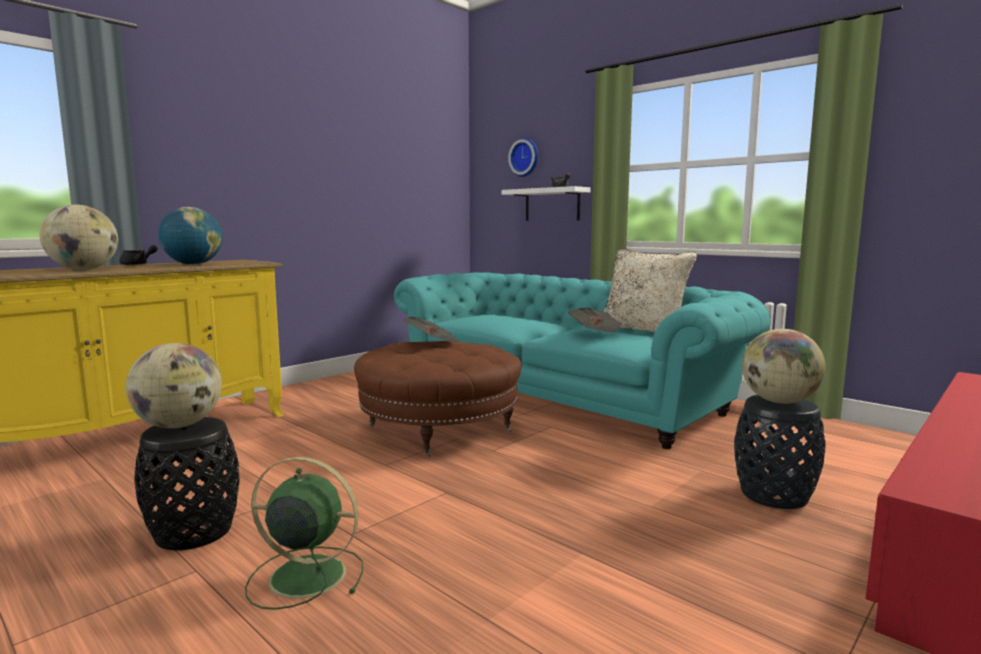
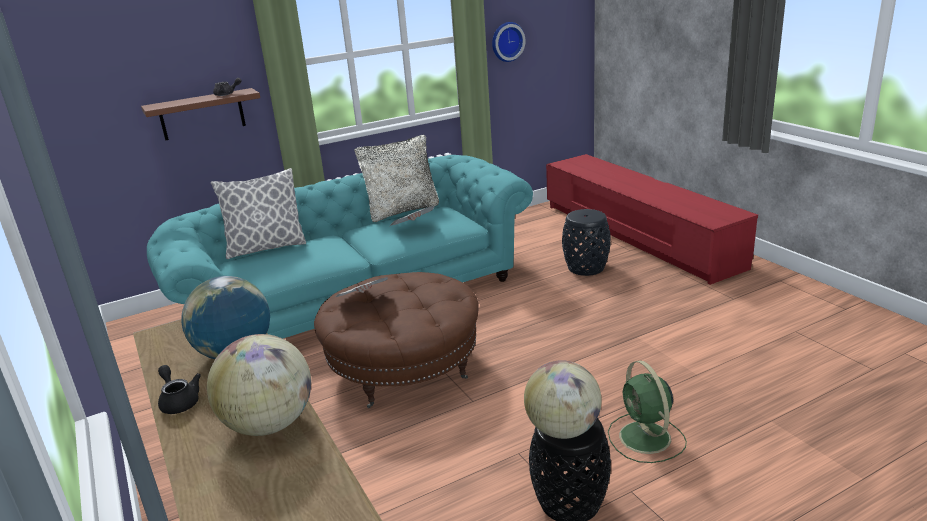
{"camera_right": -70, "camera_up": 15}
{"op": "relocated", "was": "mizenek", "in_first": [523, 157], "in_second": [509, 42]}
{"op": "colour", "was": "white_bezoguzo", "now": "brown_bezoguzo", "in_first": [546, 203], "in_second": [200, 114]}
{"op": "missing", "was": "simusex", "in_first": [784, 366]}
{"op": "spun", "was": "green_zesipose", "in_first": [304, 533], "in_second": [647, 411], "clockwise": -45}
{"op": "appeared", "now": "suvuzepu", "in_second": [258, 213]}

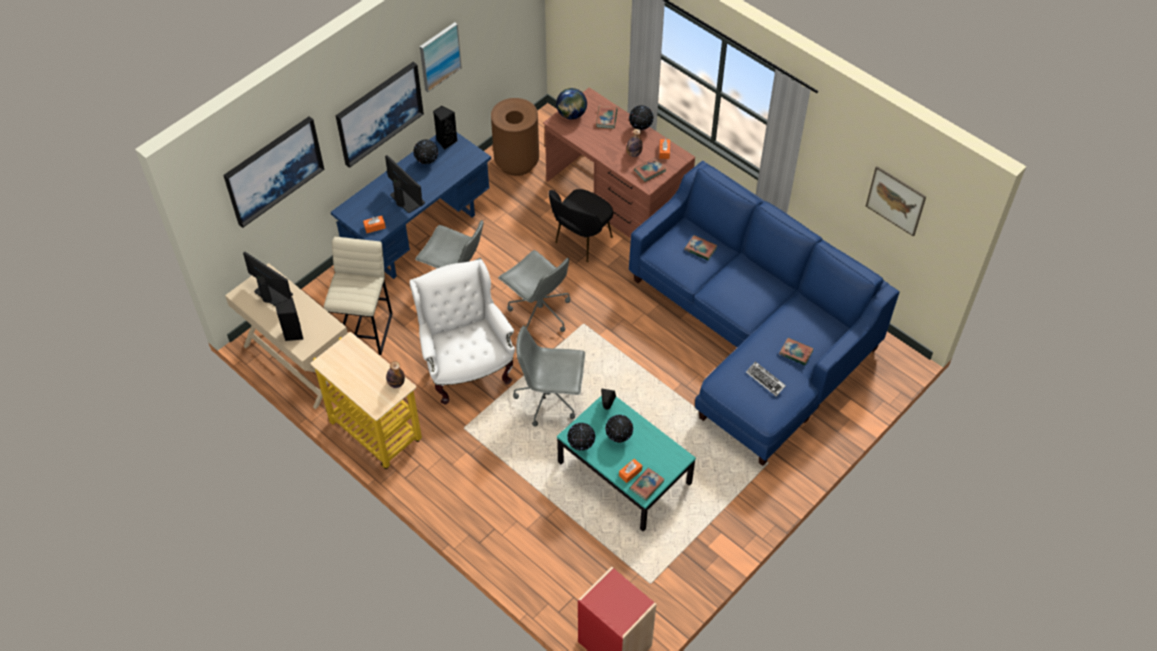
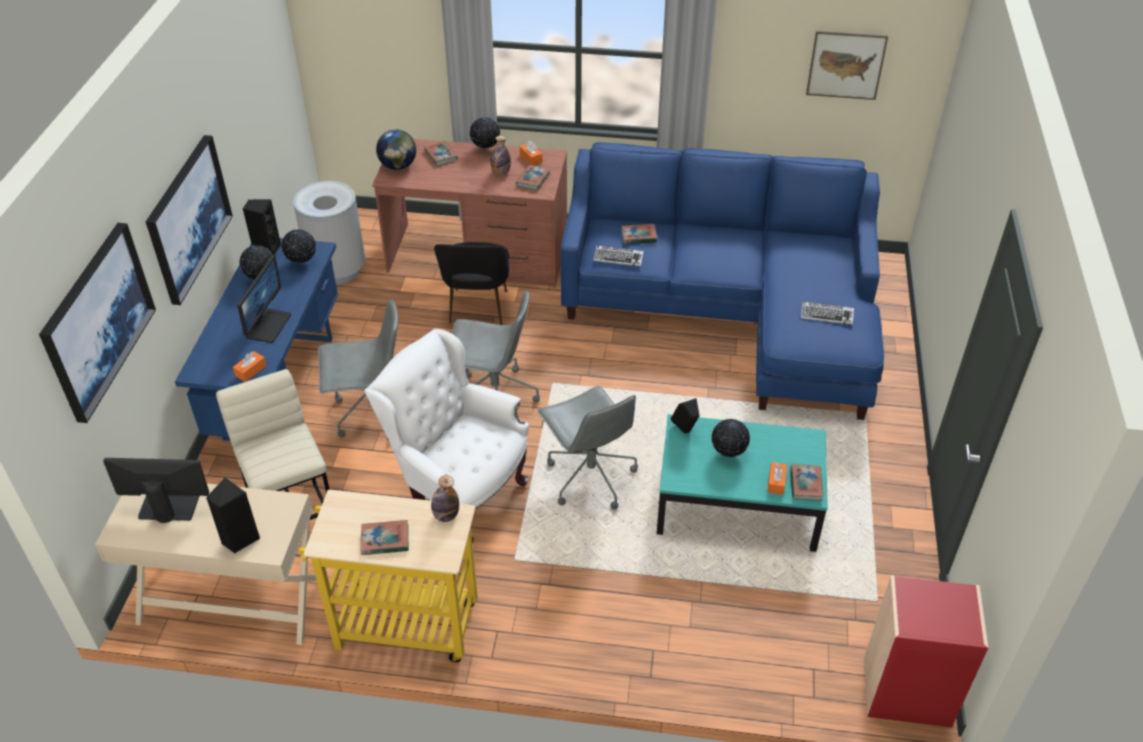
{"camera_right": -35, "camera_up": -10}
{"op": "missing", "was": "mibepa", "in_first": [441, 57]}
{"op": "colour", "was": "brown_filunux", "now": "grey_filunux", "in_first": [515, 137], "in_second": [329, 233]}
{"op": "spun", "was": "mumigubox", "in_first": [405, 184], "in_second": [264, 299], "clockwise": 90}
{"op": "spun", "was": "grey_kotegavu", "in_first": [549, 376], "in_second": [587, 447], "clockwise": -90}
{"op": "relocated", "was": "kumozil", "in_first": [796, 351], "in_second": [384, 537]}
{"op": "relocated", "was": "simusex", "in_first": [581, 437], "in_second": [298, 246]}
{"op": "appeared", "now": "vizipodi", "in_second": [618, 256]}

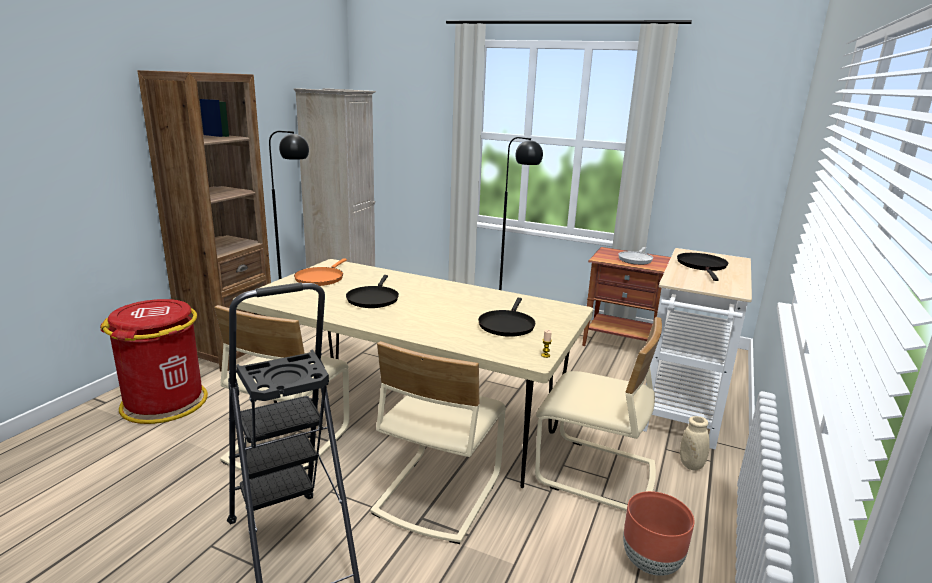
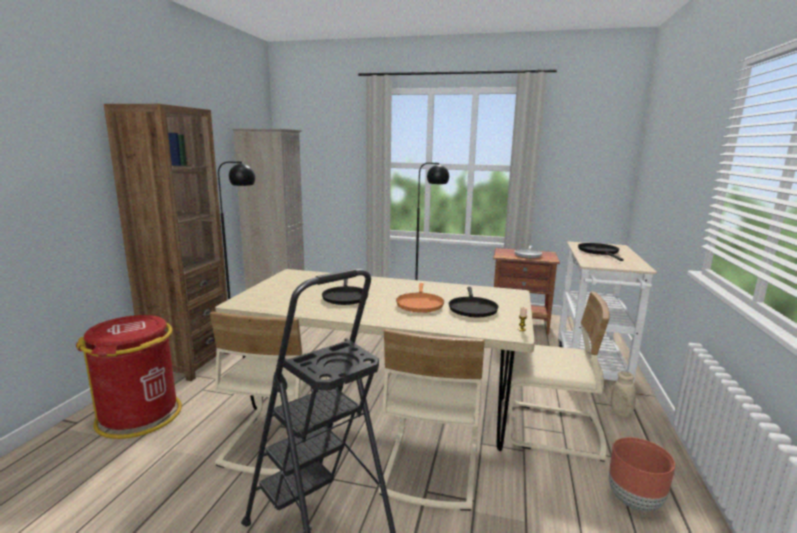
{"camera_right": -10, "camera_up": -5}
{"op": "relocated", "was": "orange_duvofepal", "in_first": [320, 272], "in_second": [420, 298]}

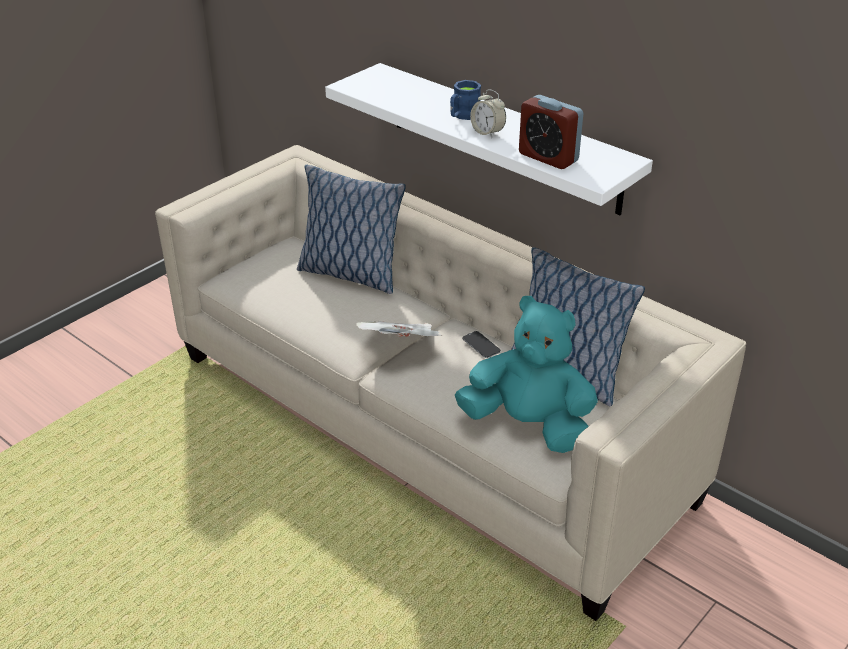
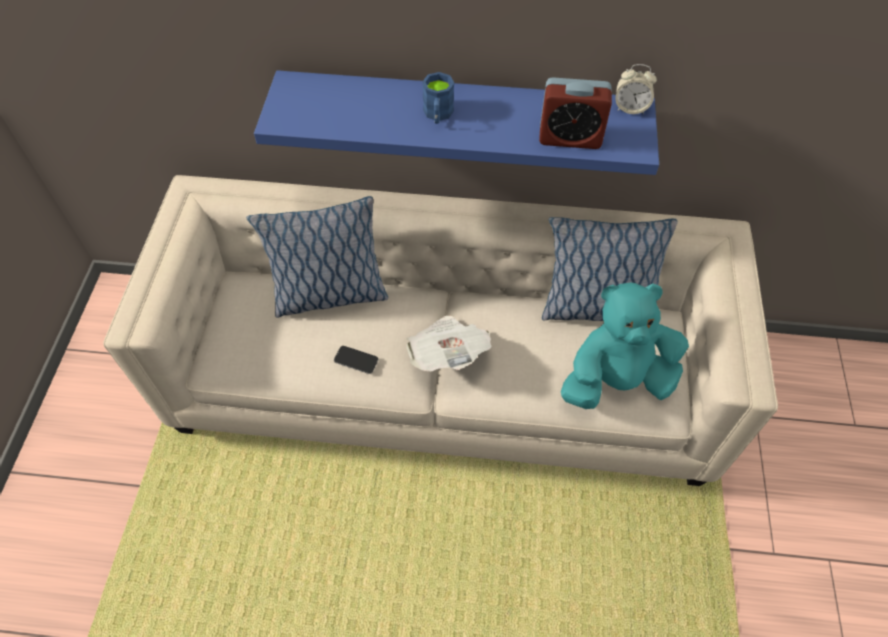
{"camera_right": -35, "camera_up": 20}
{"op": "colour", "was": "white_bezoguzo", "now": "blue_bezoguzo", "in_first": [489, 139], "in_second": [456, 122]}
{"op": "relocated", "was": "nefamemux", "in_first": [488, 113], "in_second": [636, 89]}
{"op": "relocated", "was": "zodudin", "in_first": [481, 344], "in_second": [356, 360]}

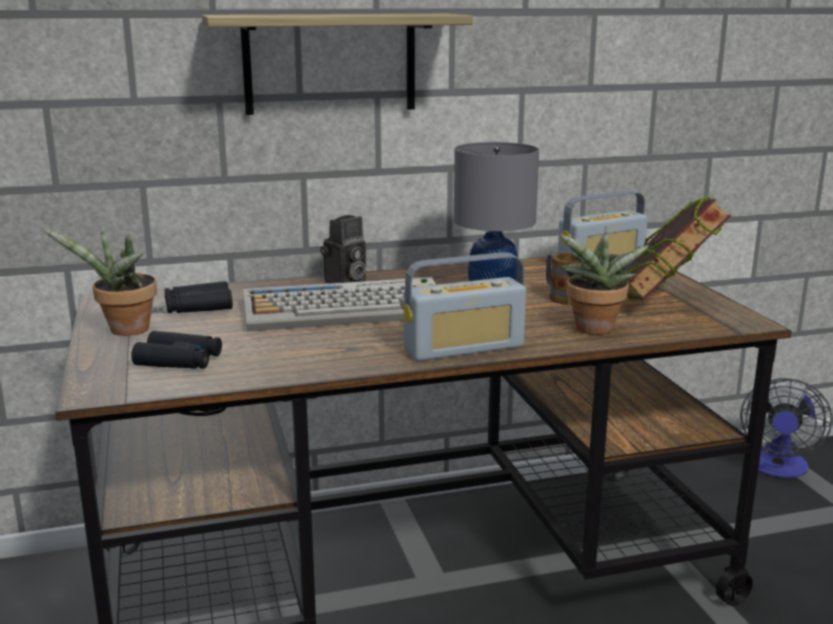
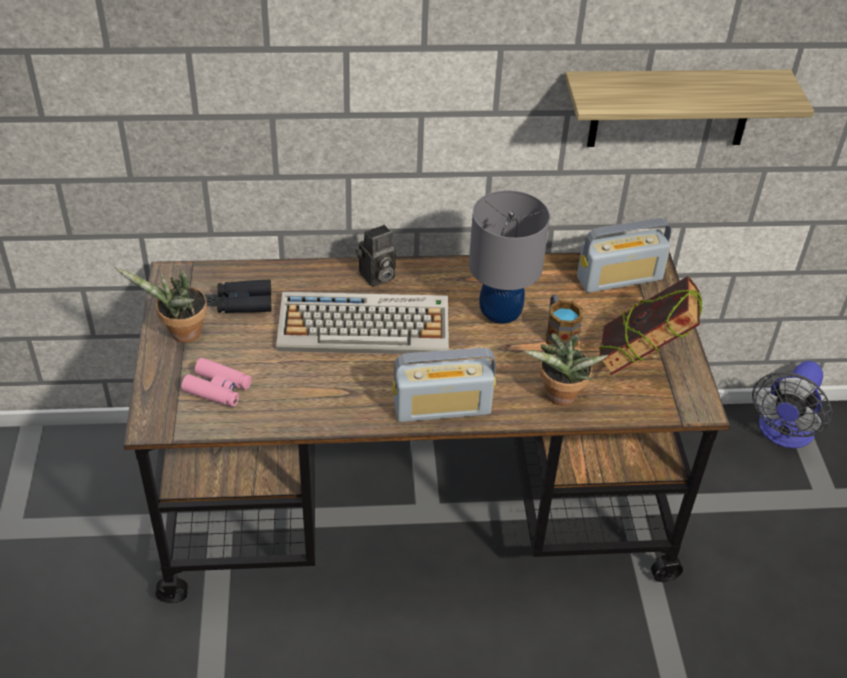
{"camera_right": 10, "camera_up": 25}
{"op": "relocated", "was": "bezoguzo", "in_first": [337, 64], "in_second": [689, 108]}
{"op": "colour", "was": "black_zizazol", "now": "pink_zizazol", "in_first": [176, 350], "in_second": [216, 382]}

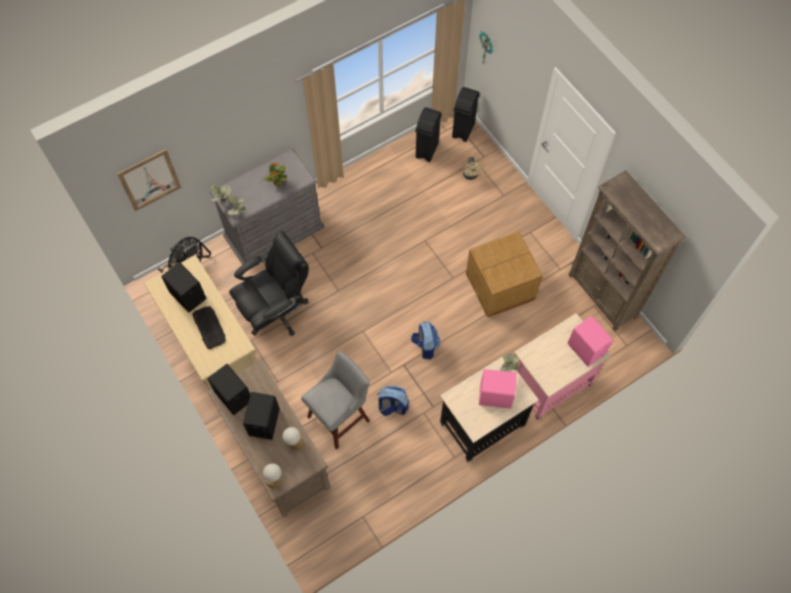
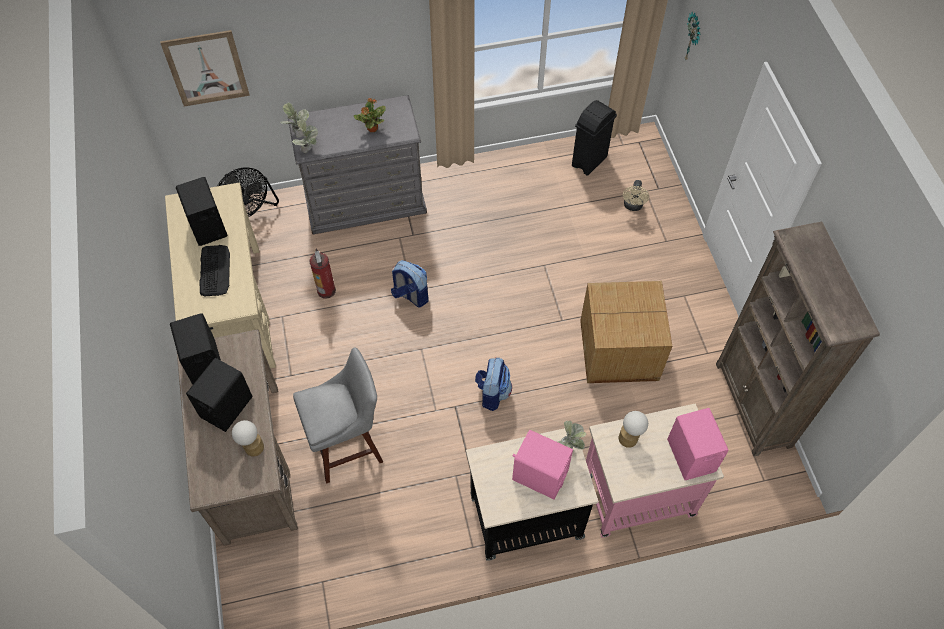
{"camera_right": 20, "camera_up": -5}
{"op": "missing", "was": "black_filunux", "in_first": [466, 114]}
{"op": "exchanged", "was": "black_kotegavu", "now": "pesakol", "in_first": [269, 283], "in_second": [323, 273]}
{"op": "relocated", "was": "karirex", "in_first": [393, 401], "in_second": [409, 283]}
{"op": "relocated", "was": "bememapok", "in_first": [272, 475], "in_second": [633, 429]}

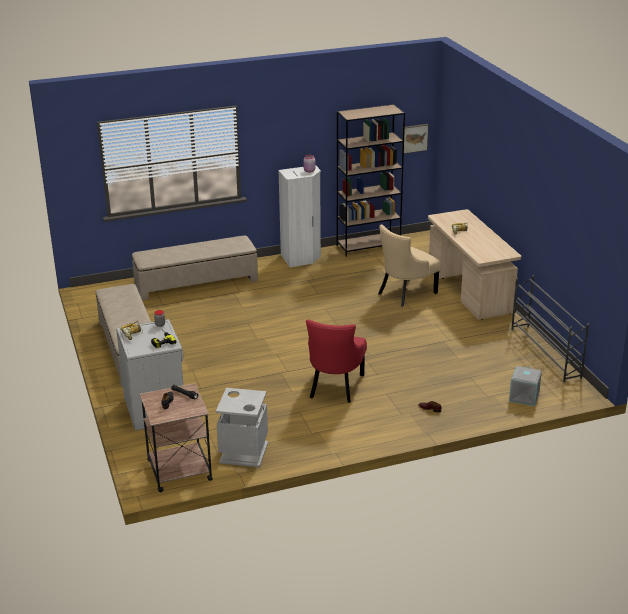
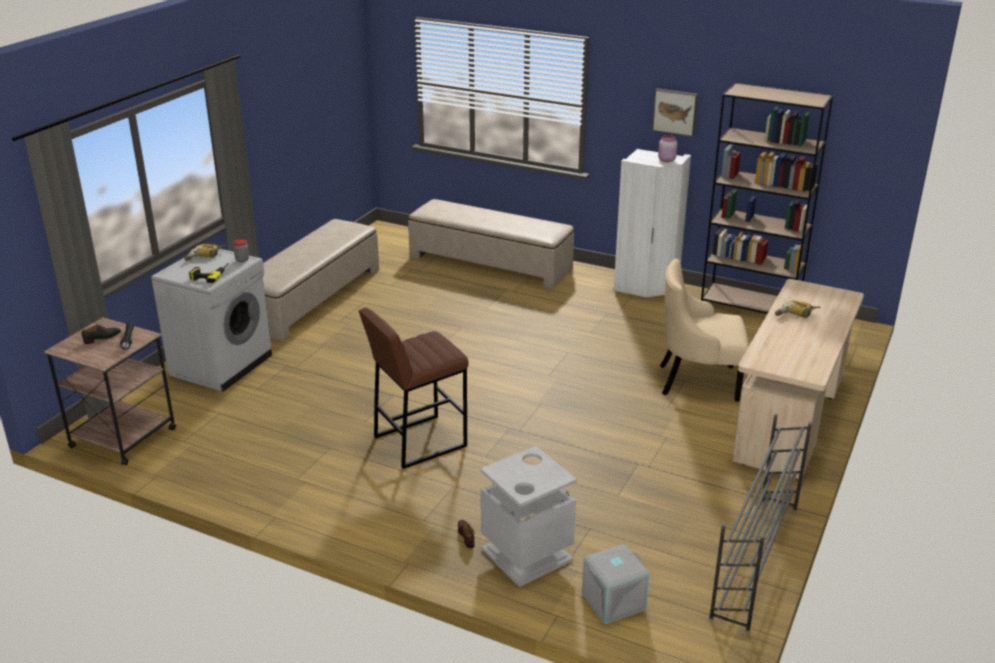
{"camera_right": 45, "camera_up": 0}
{"op": "relocated", "was": "mibepa", "in_first": [415, 139], "in_second": [675, 112]}
{"op": "exchanged", "was": "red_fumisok", "now": "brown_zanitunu", "in_first": [336, 361], "in_second": [413, 388]}
{"op": "relocated", "was": "grey_filunux", "in_first": [242, 427], "in_second": [528, 516]}

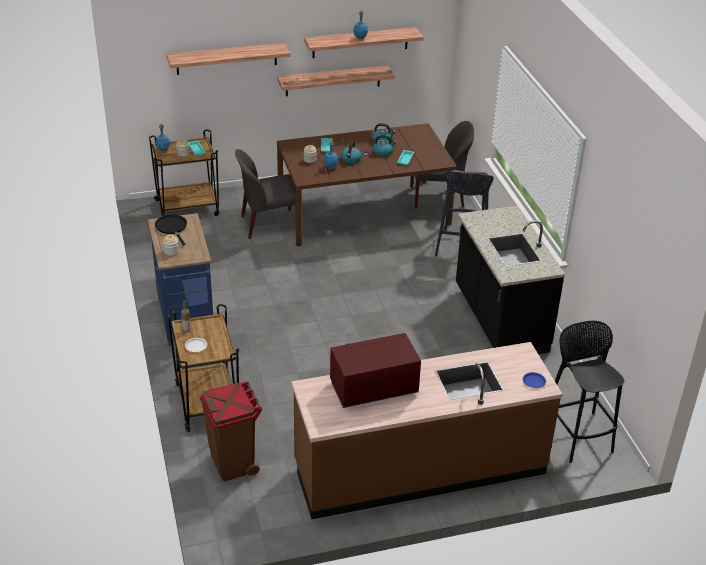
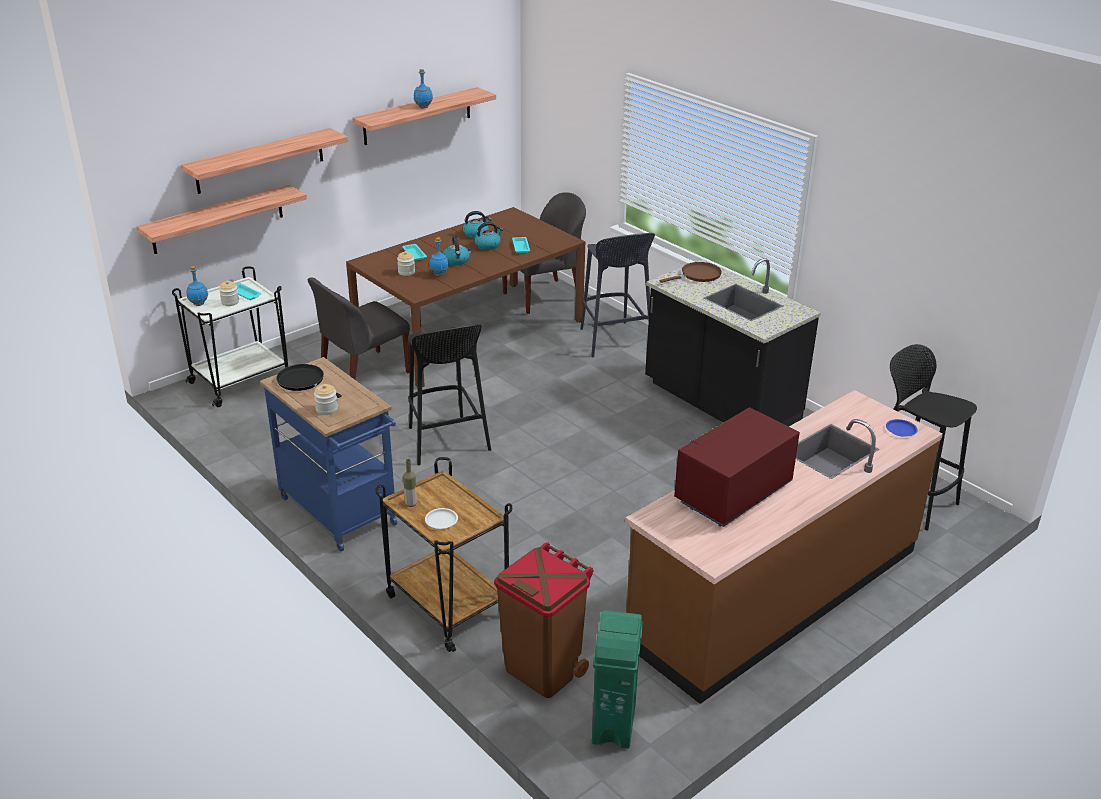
{"camera_right": -25, "camera_up": -5}
{"op": "relocated", "was": "bezoguzo", "in_first": [336, 80], "in_second": [221, 219]}
{"op": "colour", "was": "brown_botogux", "now": "white_botogux", "in_first": [184, 173], "in_second": [230, 337]}
{"op": "appeared", "now": "brown_duvofepal", "in_second": [691, 272]}
{"op": "appeared", "now": "black_zanitunu", "in_second": [449, 394]}
{"op": "appeared", "now": "green_filunux", "in_second": [617, 679]}

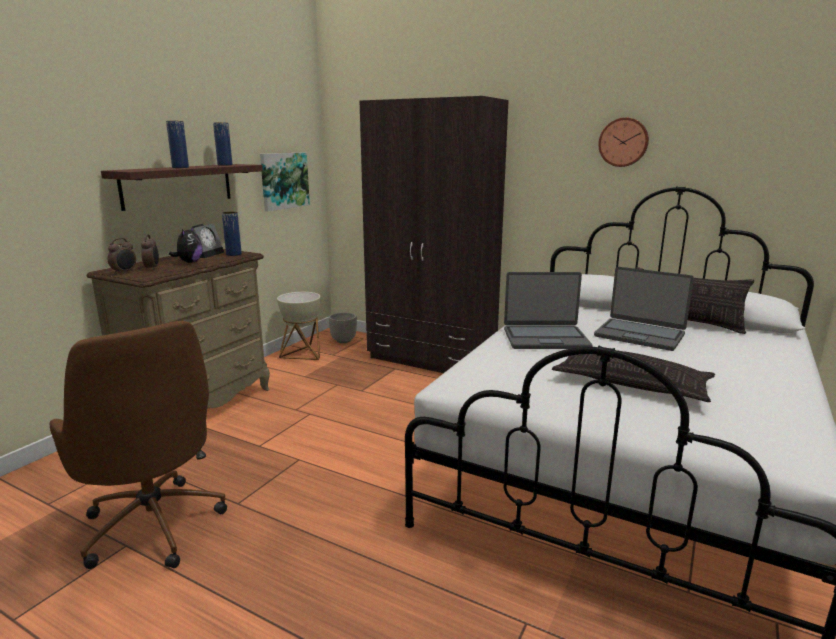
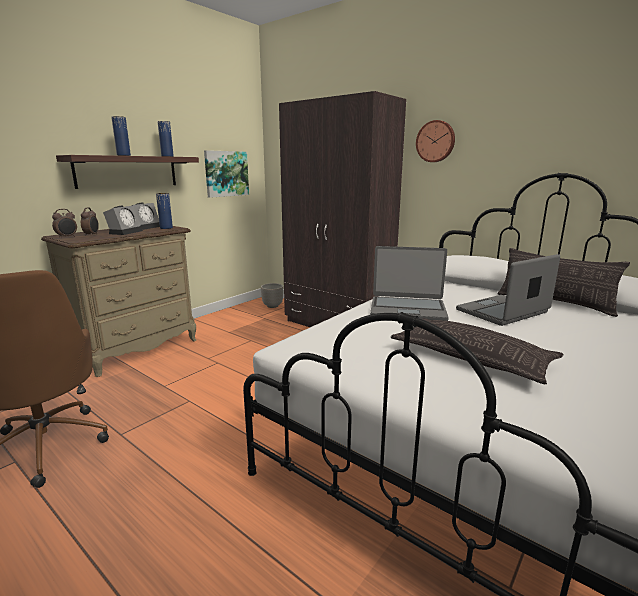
{"camera_right": 10, "camera_up": 0}
{"op": "relocated", "was": "mizenek", "in_first": [623, 142], "in_second": [435, 141]}
{"op": "exchanged", "was": "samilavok", "now": "nefamemux", "in_first": [186, 245], "in_second": [123, 220]}
{"op": "spun", "was": "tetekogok", "in_first": [644, 309], "in_second": [508, 290], "clockwise": 105}
{"op": "missing", "was": "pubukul", "in_first": [299, 326]}

